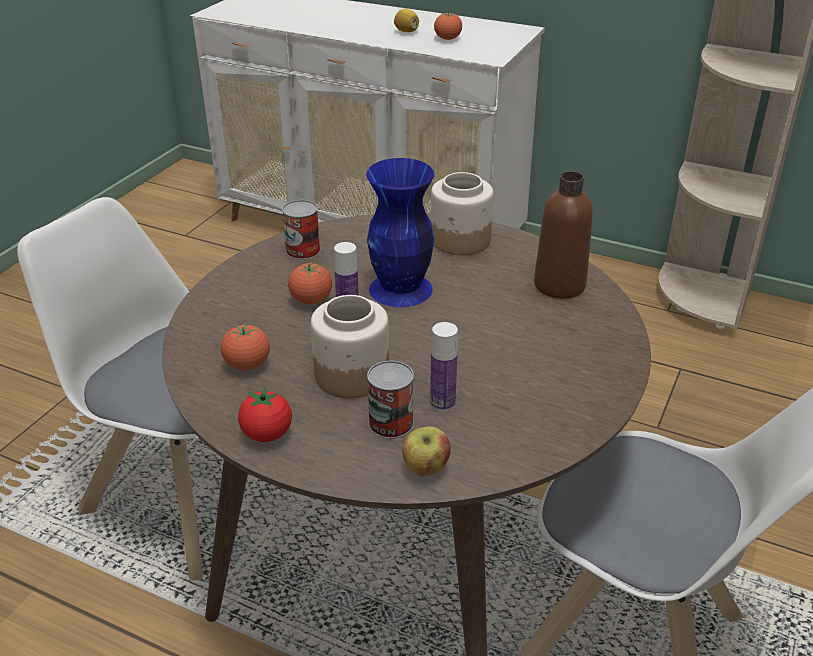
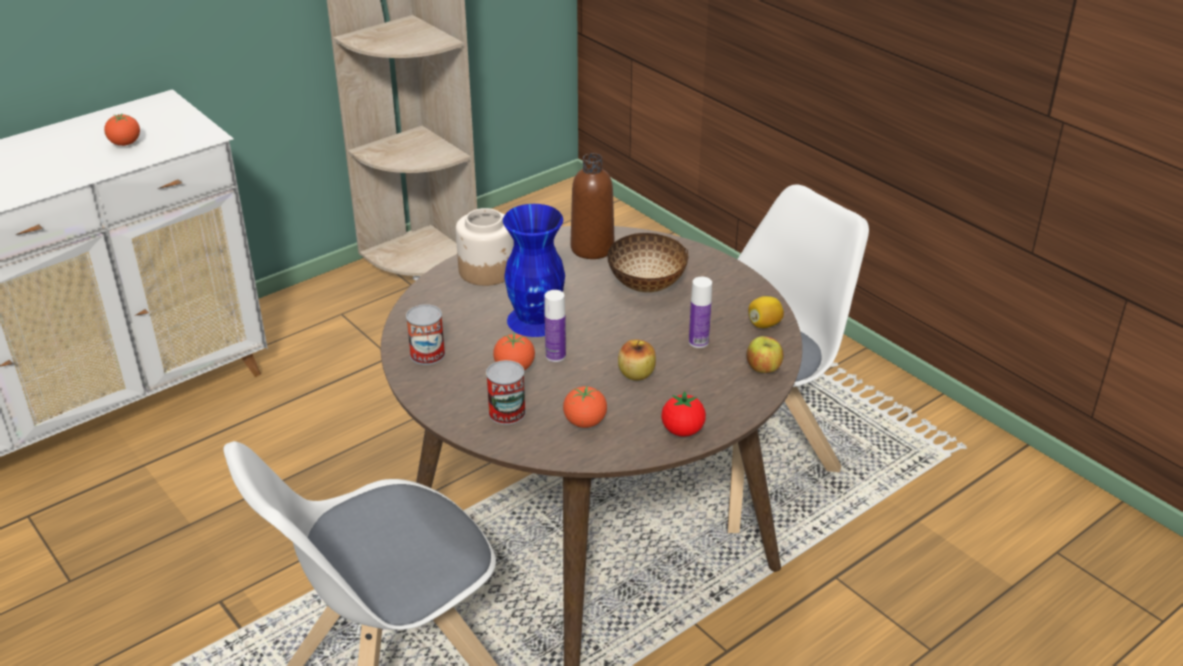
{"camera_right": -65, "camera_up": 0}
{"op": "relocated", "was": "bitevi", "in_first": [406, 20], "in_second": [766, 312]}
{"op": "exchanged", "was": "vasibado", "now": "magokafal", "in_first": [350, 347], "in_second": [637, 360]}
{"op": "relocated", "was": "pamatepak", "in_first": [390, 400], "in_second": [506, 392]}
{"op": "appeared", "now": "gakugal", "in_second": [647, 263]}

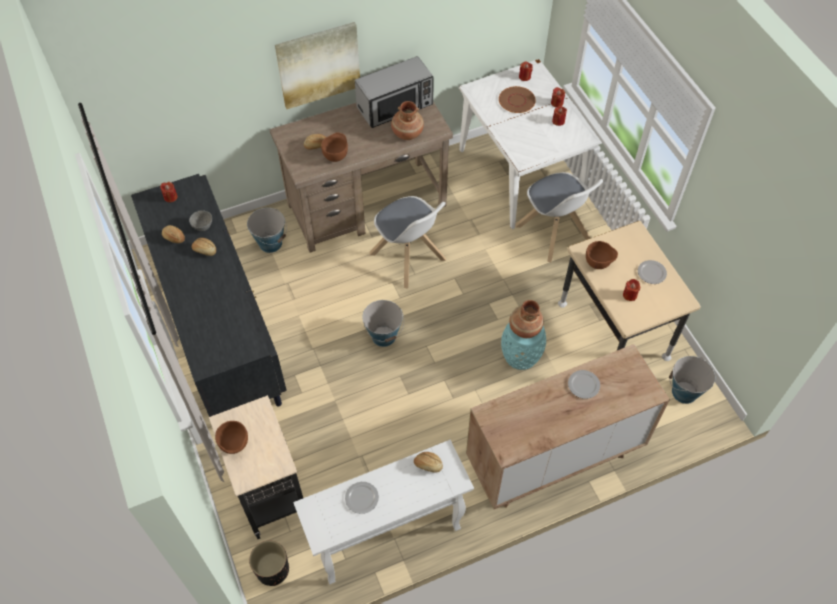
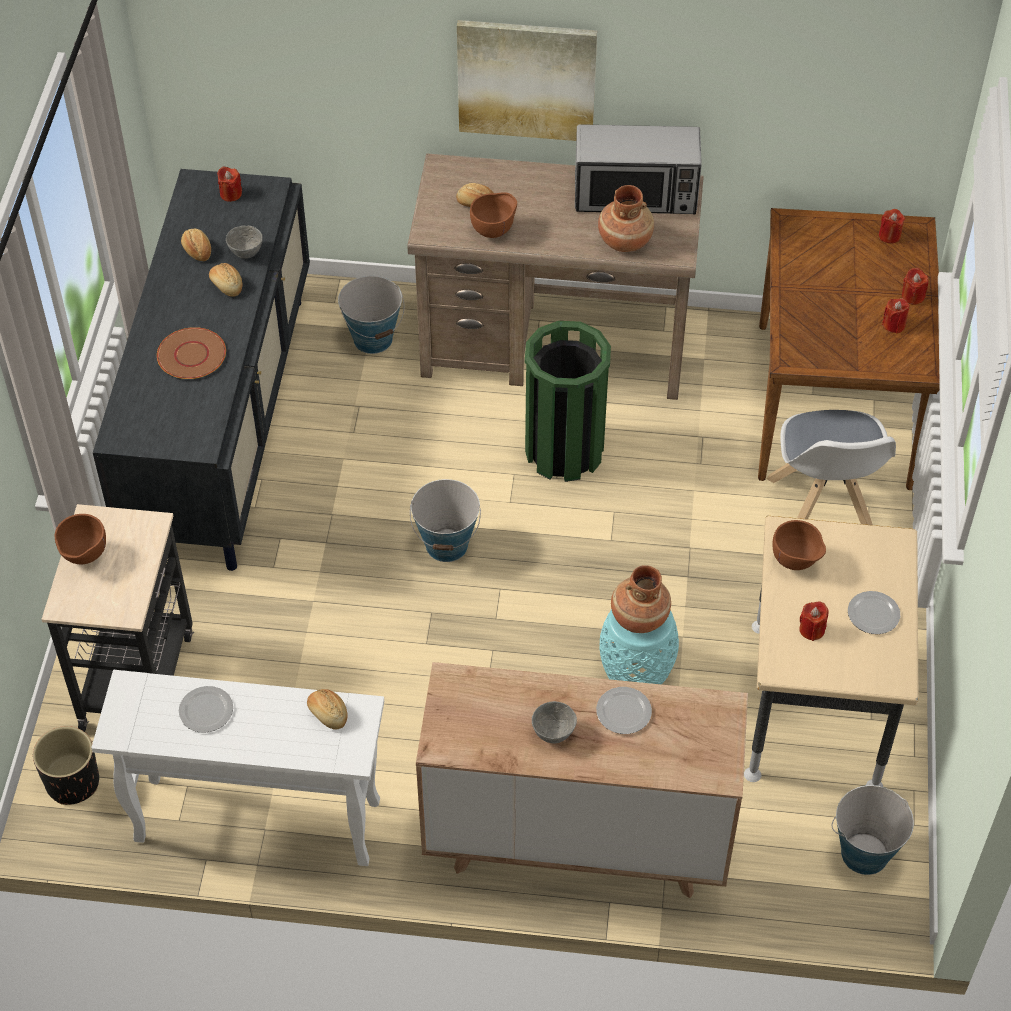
{"camera_right": 30, "camera_up": -5}
{"op": "colour", "was": "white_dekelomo", "now": "brown_dekelomo", "in_first": [530, 144], "in_second": [849, 349]}
{"op": "relocated", "was": "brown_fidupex", "in_first": [517, 99], "in_second": [191, 353]}
{"op": "exchanged", "was": "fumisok", "now": "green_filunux", "in_first": [408, 242], "in_second": [568, 401]}
{"op": "appeared", "now": "grey_gakugal", "in_second": [554, 722]}

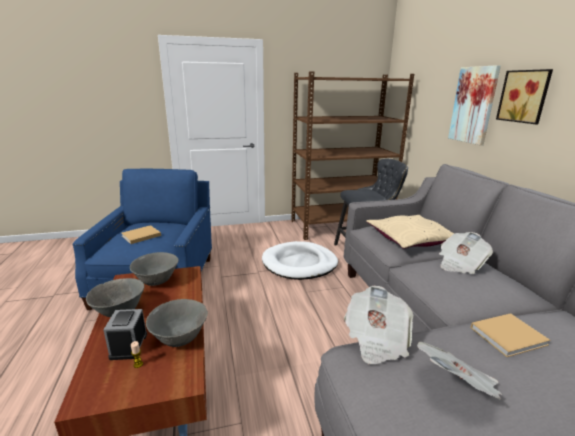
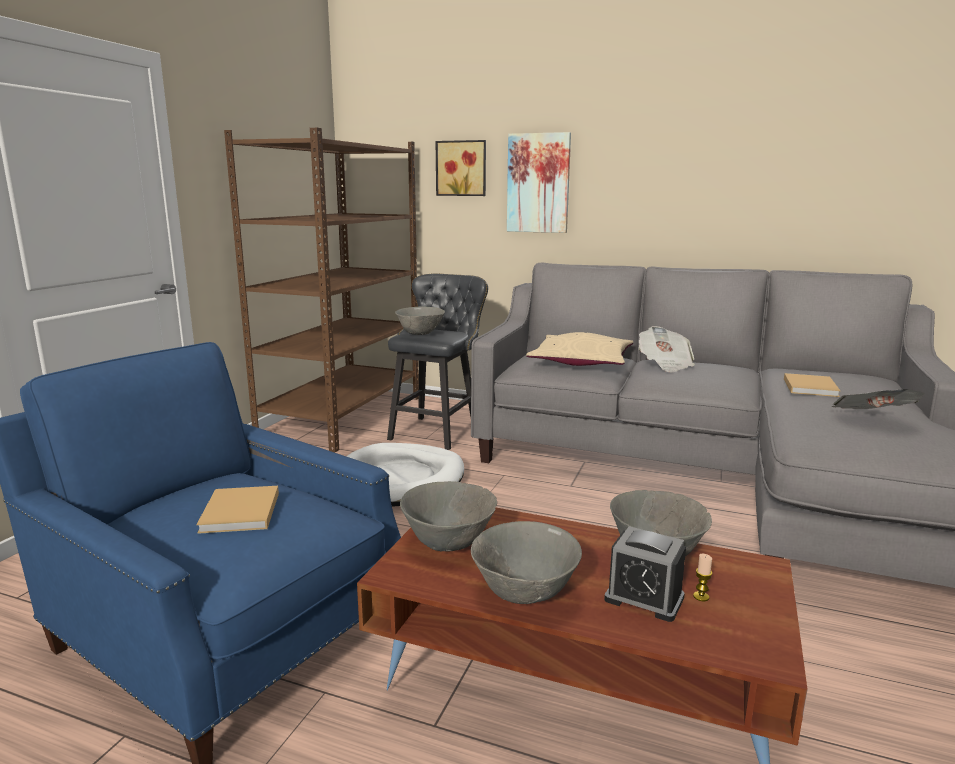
{"camera_right": -55, "camera_up": -5}
{"op": "relocated", "was": "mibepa", "in_first": [524, 96], "in_second": [461, 168]}
{"op": "missing", "was": "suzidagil", "in_first": [378, 325]}
{"op": "appeared", "now": "grey_gakugal", "in_second": [420, 321]}

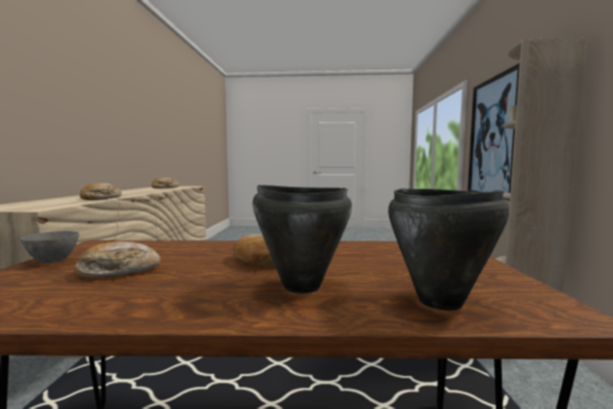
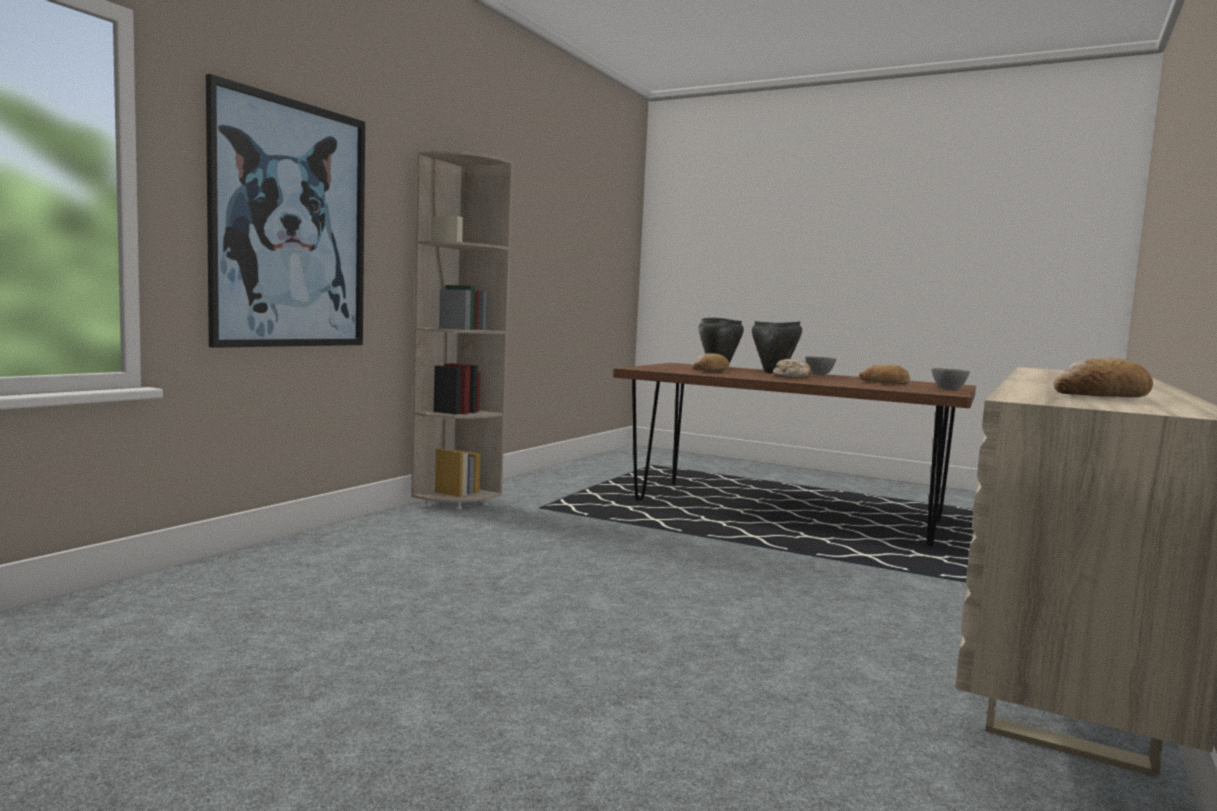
{"camera_right": -155, "camera_up": 0}
{"op": "relocated", "was": "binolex", "in_first": [101, 191], "in_second": [711, 362]}
{"op": "appeared", "now": "grey_gakugal", "in_second": [820, 365]}

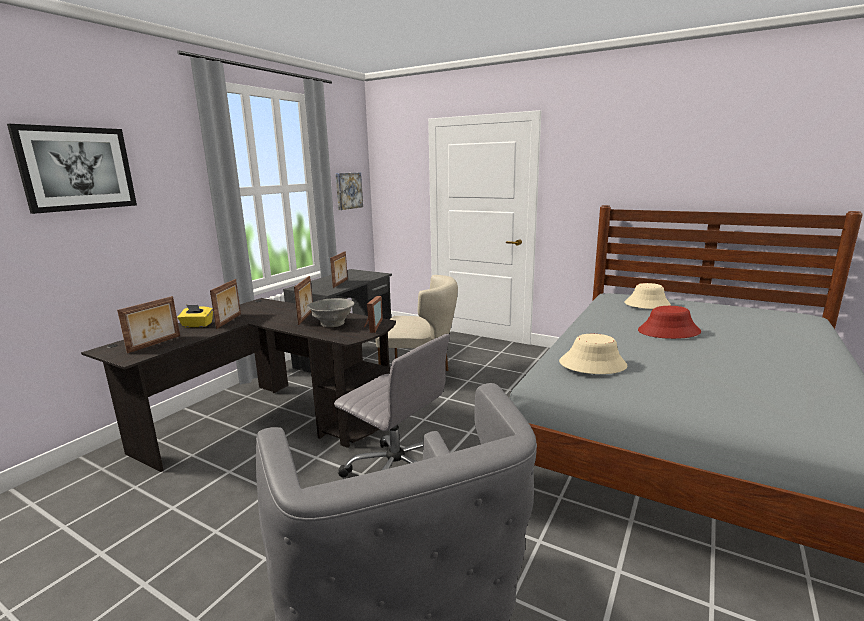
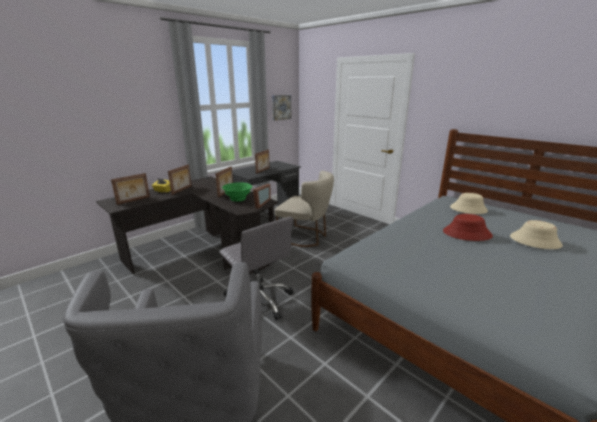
{"camera_right": 15, "camera_up": 5}
{"op": "missing", "was": "mibepa", "in_first": [72, 169]}
{"op": "colour", "was": "grey_gakugal", "now": "green_gakugal", "in_first": [331, 312], "in_second": [237, 192]}
{"op": "relocated", "was": "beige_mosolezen", "in_first": [593, 354], "in_second": [536, 234]}

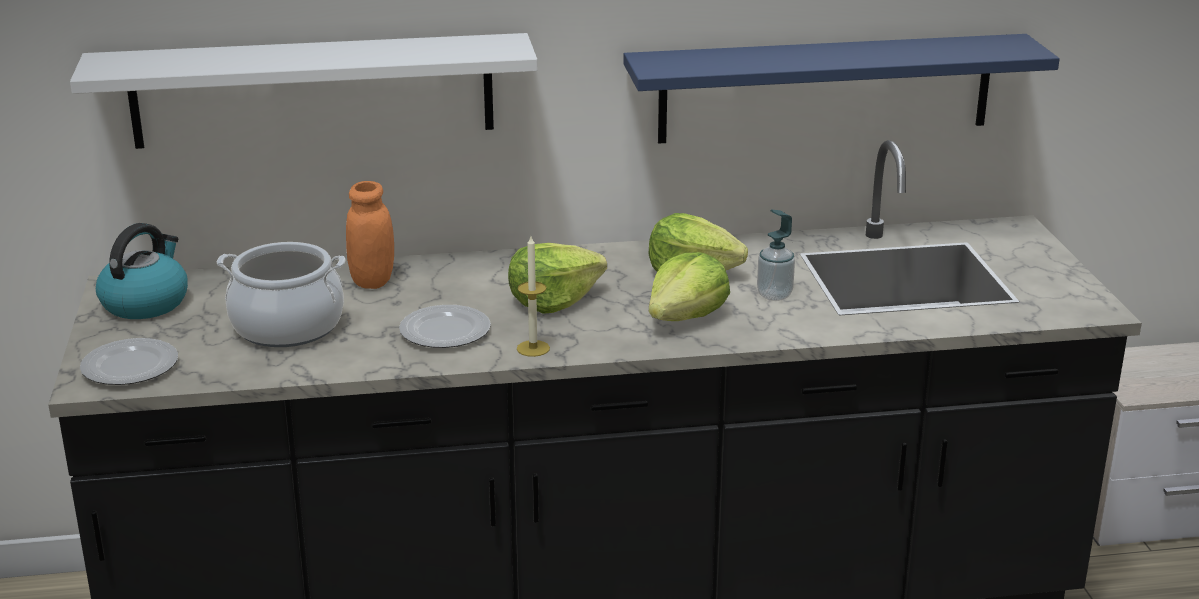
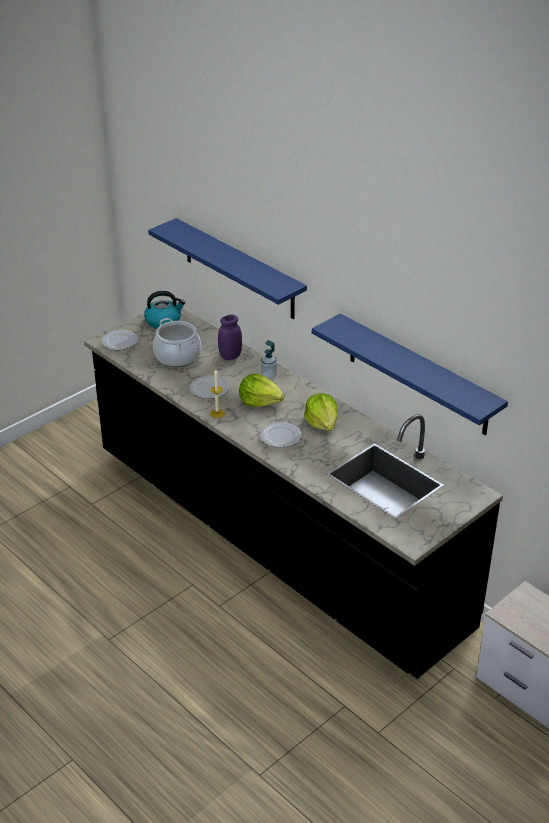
{"camera_right": 55, "camera_up": 10}
{"op": "colour", "was": "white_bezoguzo", "now": "blue_bezoguzo", "in_first": [304, 91], "in_second": [227, 268]}
{"op": "colour", "was": "orange_vasibado", "now": "purple_vasibado", "in_first": [370, 235], "in_second": [230, 337]}
{"op": "relocated", "was": "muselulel", "in_first": [776, 255], "in_second": [269, 359]}
{"op": "exchanged", "was": "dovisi", "now": "fidupex", "in_first": [689, 286], "in_second": [281, 435]}

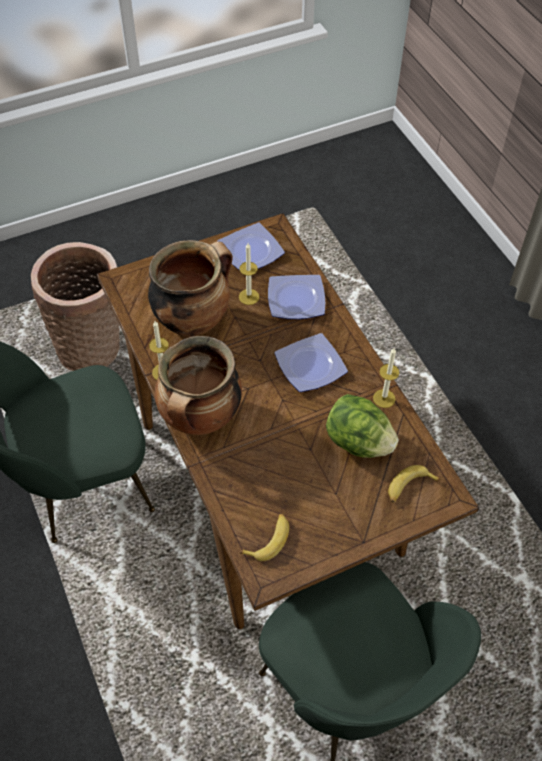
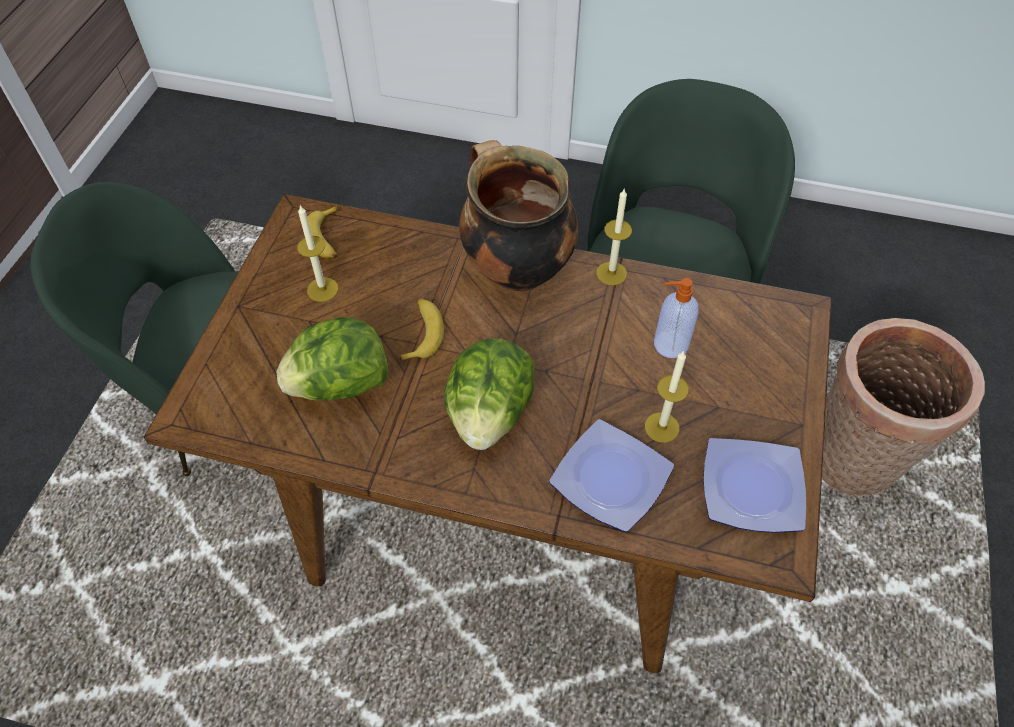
{"camera_right": 130, "camera_up": 0}
{"op": "exchanged", "was": "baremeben", "now": "muselulel", "in_first": [190, 288], "in_second": [676, 318]}
{"op": "exchanged", "was": "fidupex", "now": "dovisi", "in_first": [311, 362], "in_second": [489, 394]}
{"op": "relocated", "was": "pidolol", "in_first": [386, 378], "in_second": [317, 253]}
{"op": "relocated", "was": "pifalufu", "in_first": [414, 483], "in_second": [421, 330]}

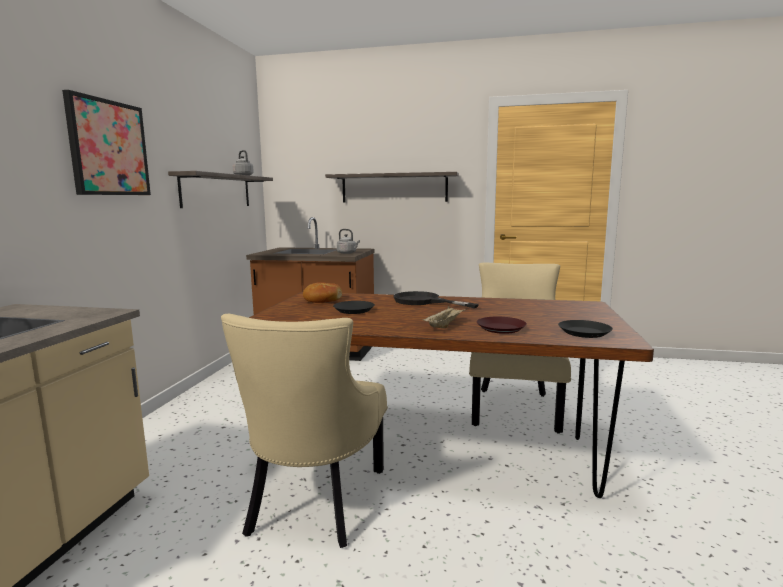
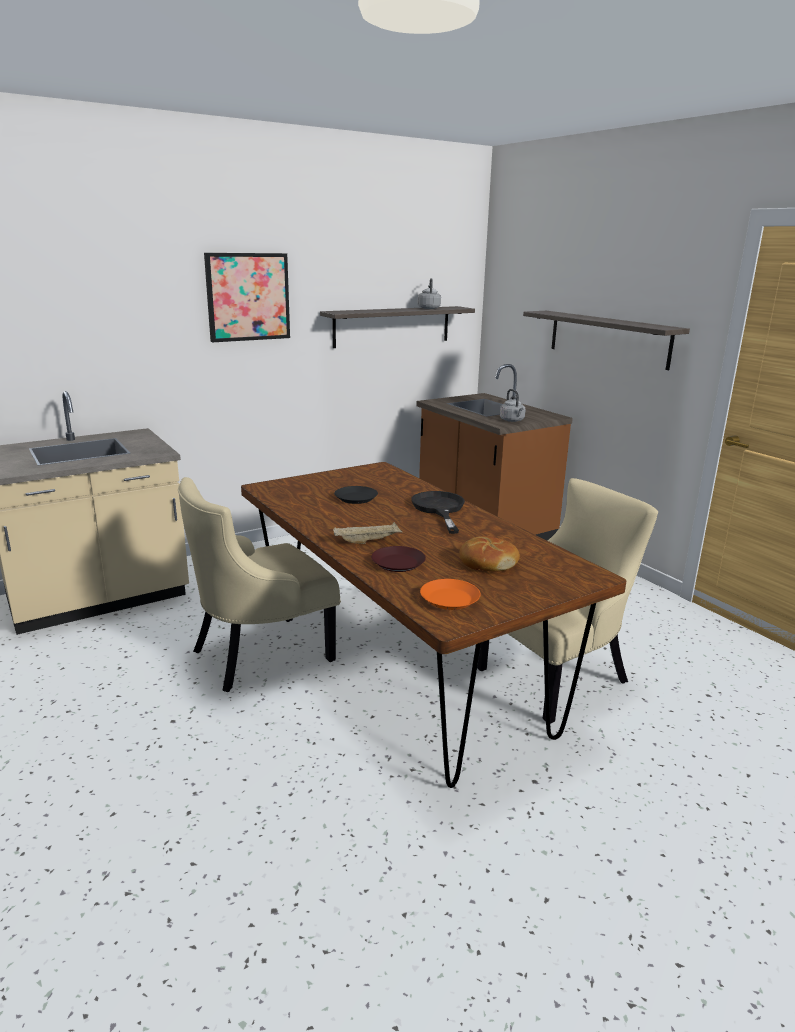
{"camera_right": 45, "camera_up": 10}
{"op": "relocated", "was": "binolex", "in_first": [322, 292], "in_second": [489, 554]}
{"op": "colour", "was": "black_fidupex", "now": "orange_fidupex", "in_first": [585, 329], "in_second": [450, 594]}

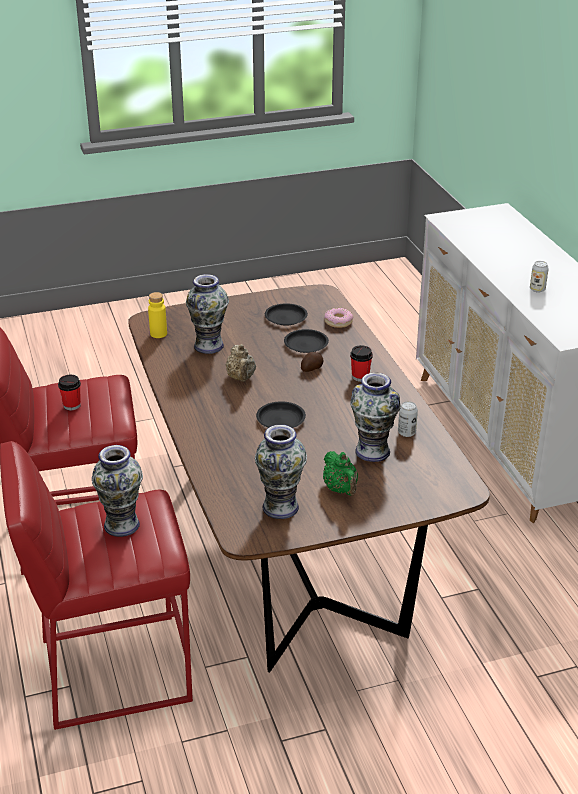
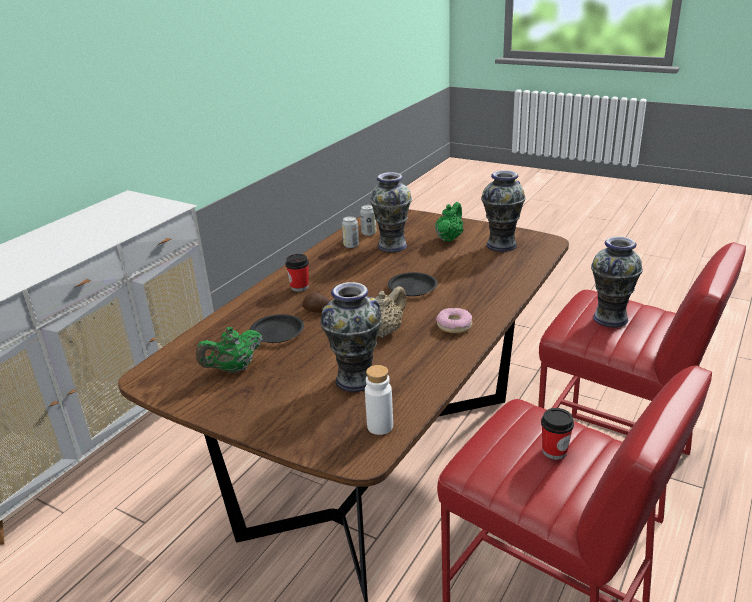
{"camera_right": -130, "camera_up": -5}
{"op": "relocated", "was": "pamatepak", "in_first": [539, 276], "in_second": [368, 220]}
{"op": "colour", "was": "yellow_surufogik", "now": "white_surufogik", "in_first": [157, 315], "in_second": [379, 400]}
{"op": "exchanged", "was": "black_fidupex", "now": "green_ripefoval", "in_first": [286, 314], "in_second": [229, 350]}
{"op": "relocated", "was": "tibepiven", "in_first": [338, 318], "in_second": [454, 320]}

